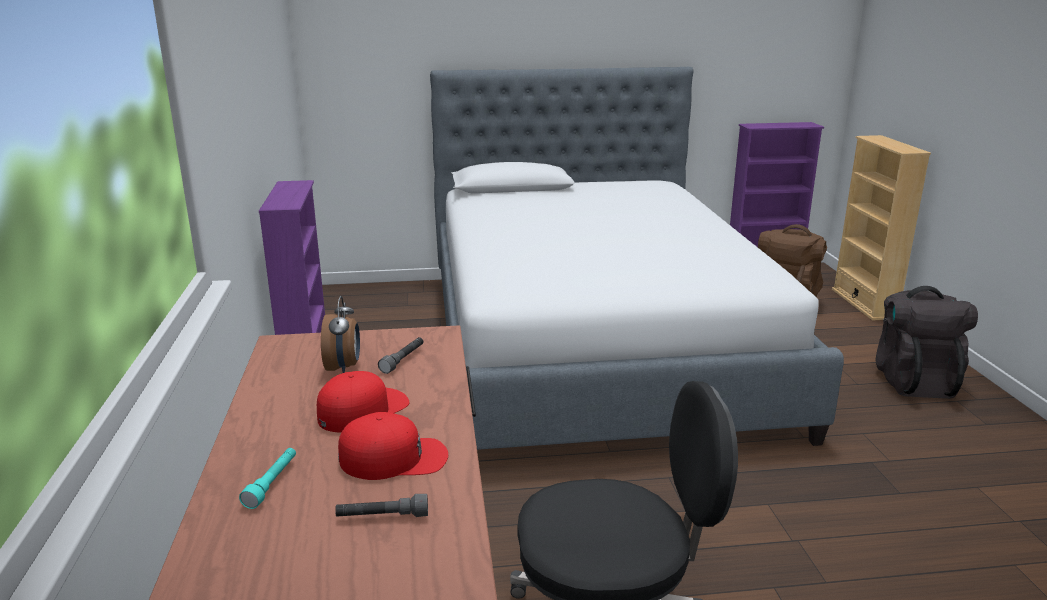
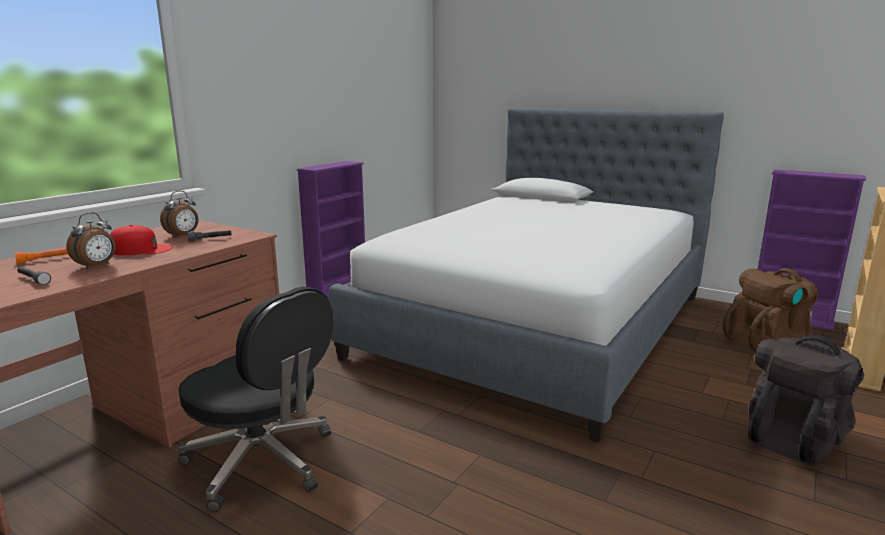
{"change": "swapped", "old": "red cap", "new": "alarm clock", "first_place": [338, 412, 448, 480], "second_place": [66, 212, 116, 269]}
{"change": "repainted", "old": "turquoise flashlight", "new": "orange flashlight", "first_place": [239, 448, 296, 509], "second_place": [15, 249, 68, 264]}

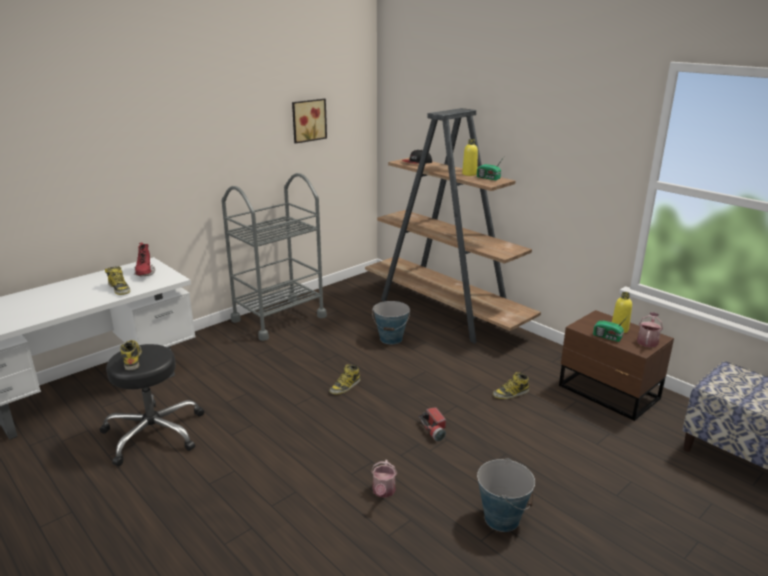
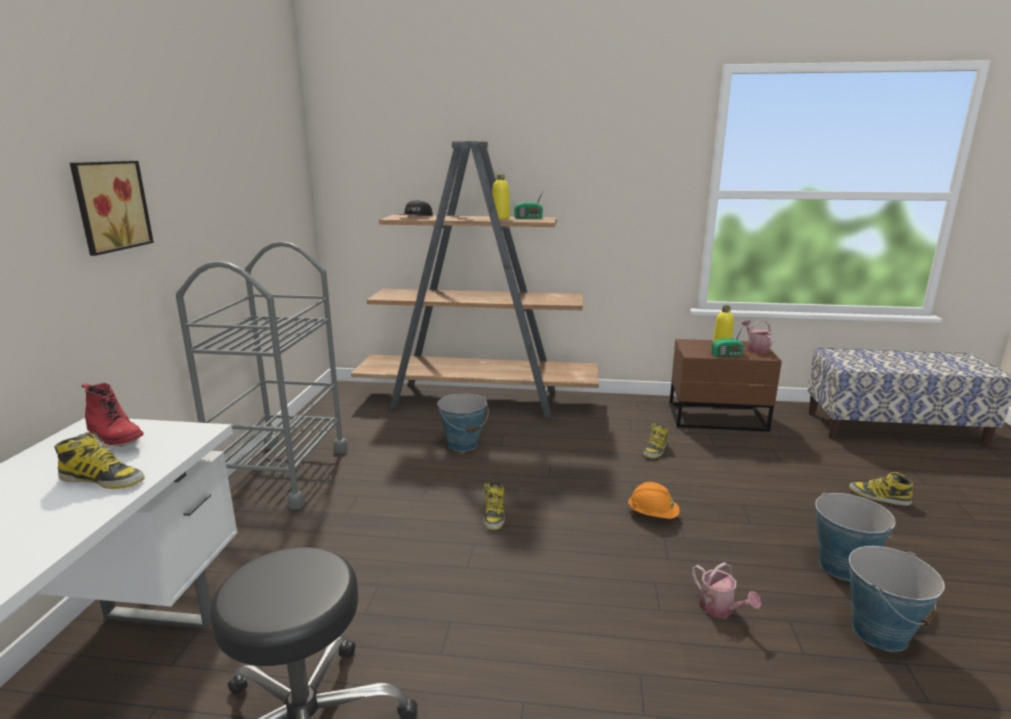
{"change": "shifted", "old": "picture", "first_place": [292, 99, 327, 143], "second_place": [70, 161, 154, 256]}
{"change": "shifted", "old": "boot", "first_place": [120, 340, 142, 370], "second_place": [849, 472, 913, 506]}
{"change": "swapped", "old": "flashlight", "new": "orange hard hat", "first_place": [418, 407, 446, 442], "second_place": [627, 482, 680, 519]}
{"change": "new", "new": "bucket", "second_place": [849, 546, 945, 652]}

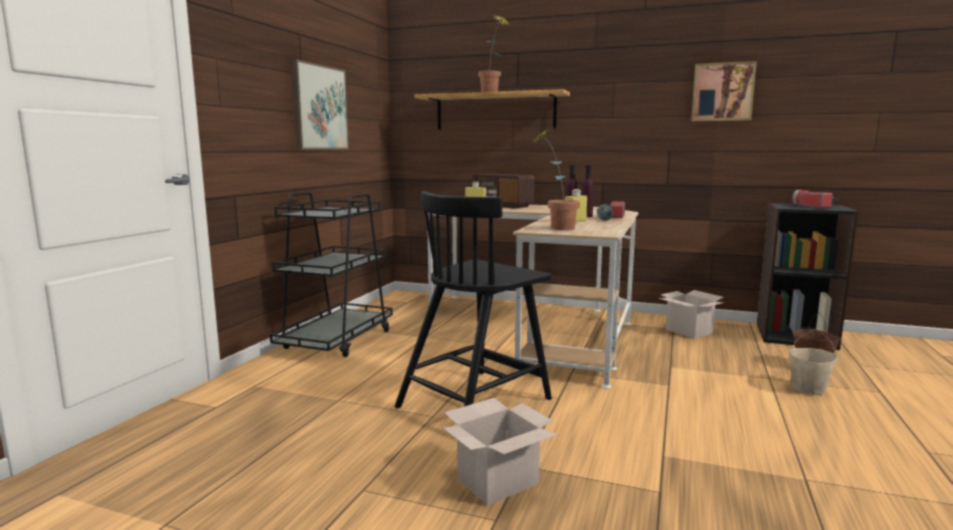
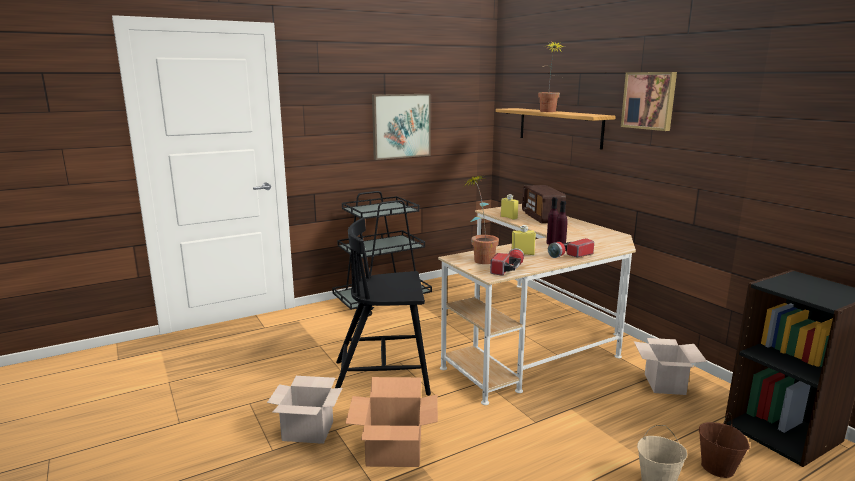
{"change": "shifted", "old": "picture", "first_place": [691, 61, 757, 121], "second_place": [621, 72, 677, 131]}
{"change": "shifted", "old": "flashlight", "first_place": [792, 190, 839, 208], "second_place": [490, 248, 524, 276]}
{"change": "new", "new": "cardboard box", "second_place": [345, 377, 438, 467]}

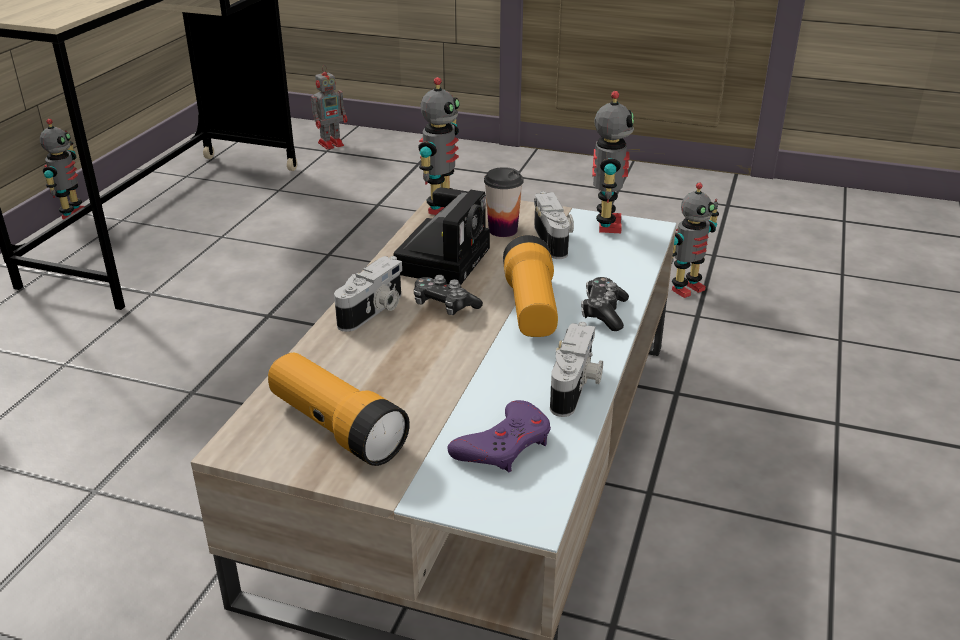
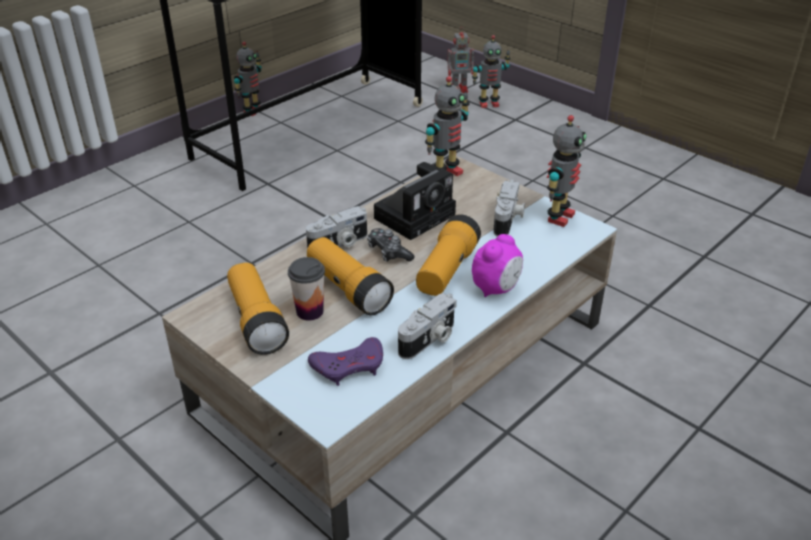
{"change": "shifted", "old": "cup", "first_place": [484, 167, 524, 237], "second_place": [288, 257, 325, 321]}
{"change": "shifted", "old": "toy robot", "first_place": [672, 183, 719, 298], "second_place": [472, 35, 511, 108]}
{"change": "swapped", "old": "game controller", "new": "alarm clock", "first_place": [581, 277, 629, 331], "second_place": [472, 234, 523, 297]}
{"change": "new", "new": "flashlight", "second_place": [307, 237, 394, 315]}

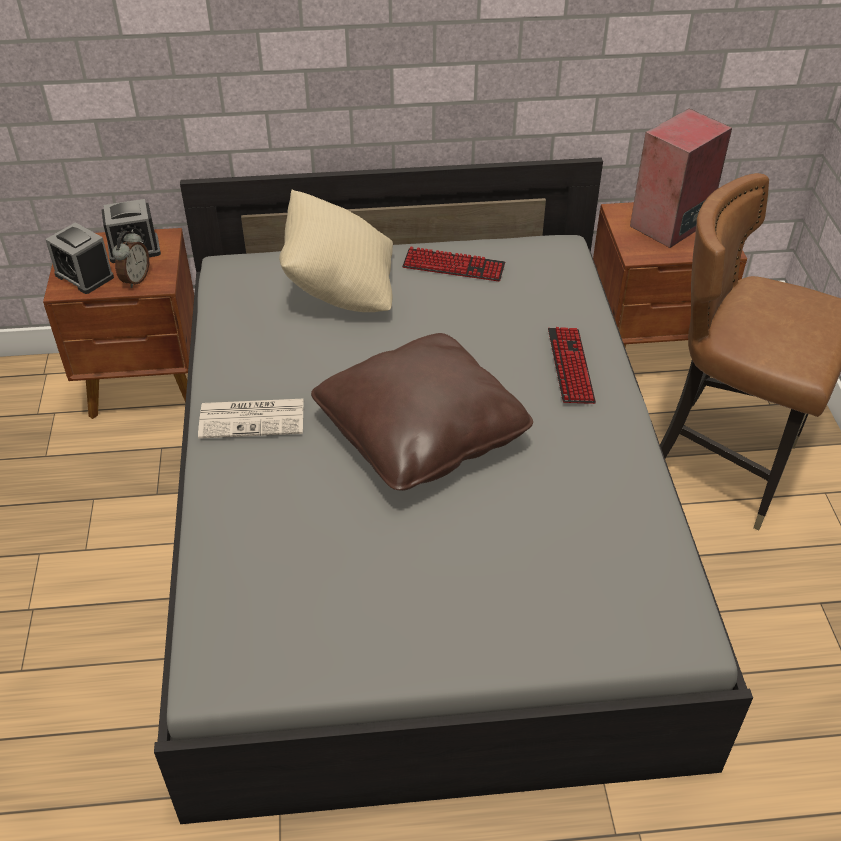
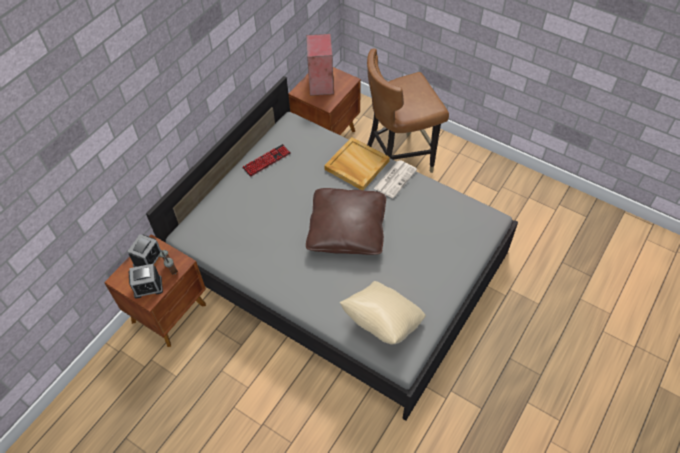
{"change": "shifted", "old": "beige pillow", "first_place": [279, 190, 393, 312], "second_place": [340, 281, 426, 344]}
{"change": "swapped", "old": "keyboard", "new": "beige tray", "first_place": [548, 327, 596, 404], "second_place": [324, 137, 390, 190]}
{"change": "shifted", "old": "newspaper", "first_place": [198, 399, 303, 439], "second_place": [374, 160, 417, 198]}

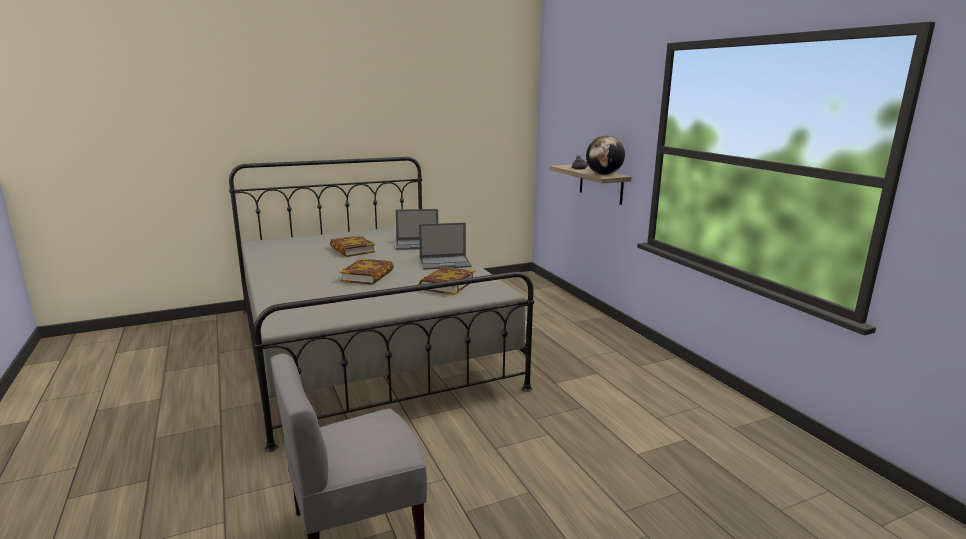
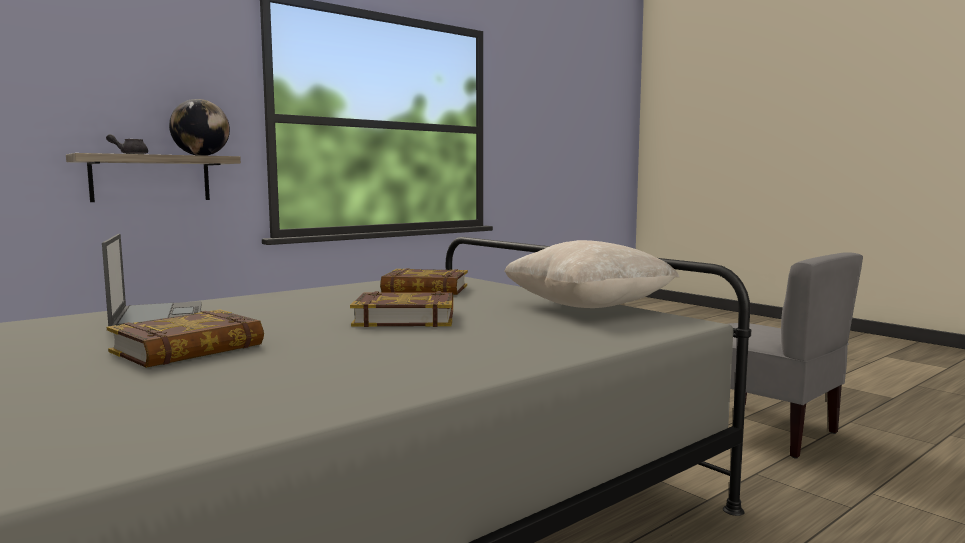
{"change": "gone", "old": "laptop", "first_place": [419, 223, 472, 270]}
{"change": "new", "new": "beige pillow", "second_place": [504, 240, 679, 308]}

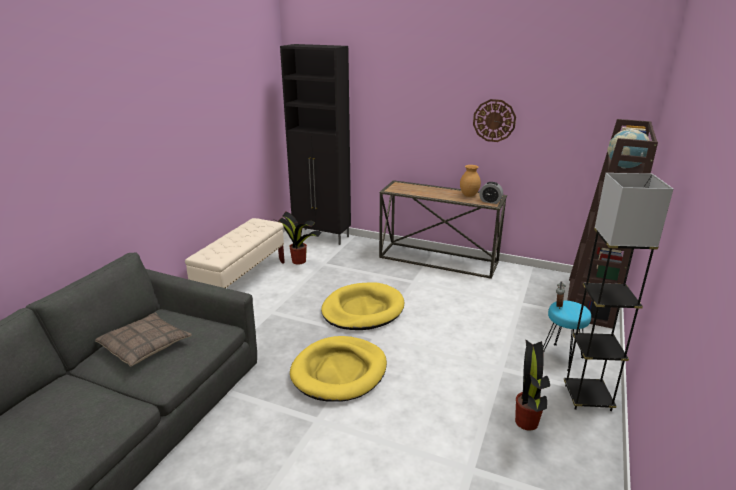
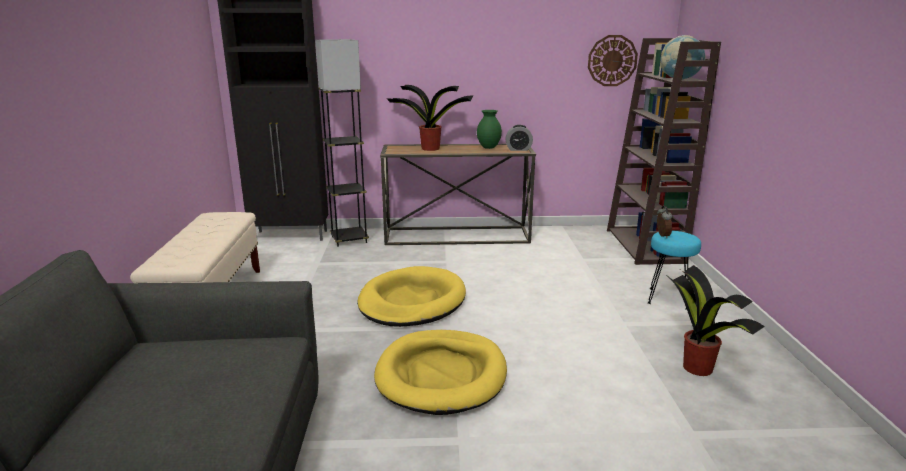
{"change": "shifted", "old": "wall clock", "first_place": [473, 99, 516, 142], "second_place": [588, 35, 638, 86]}
{"change": "repainted", "old": "brown vase", "new": "green vase", "first_place": [460, 165, 481, 197], "second_place": [477, 110, 502, 149]}
{"change": "shifted", "old": "grey floor lamp", "first_place": [564, 173, 673, 411], "second_place": [315, 39, 369, 247]}
{"change": "shifted", "old": "potted plant", "first_place": [277, 212, 322, 265], "second_place": [386, 85, 473, 151]}
{"change": "gone", "old": "pillow", "first_place": [95, 312, 192, 367]}

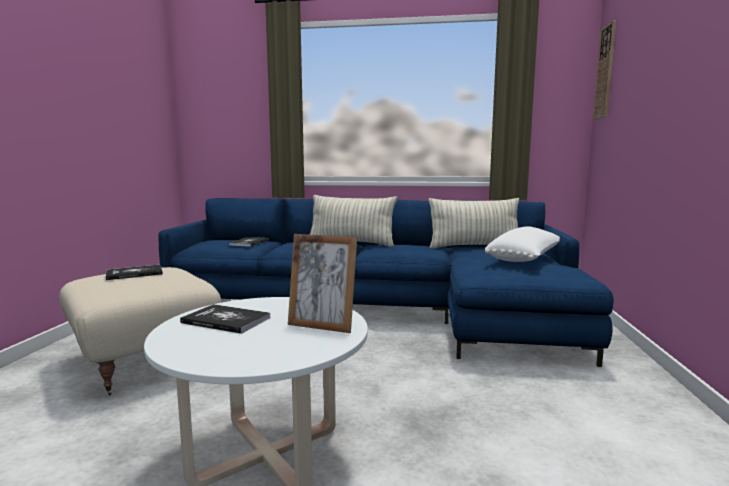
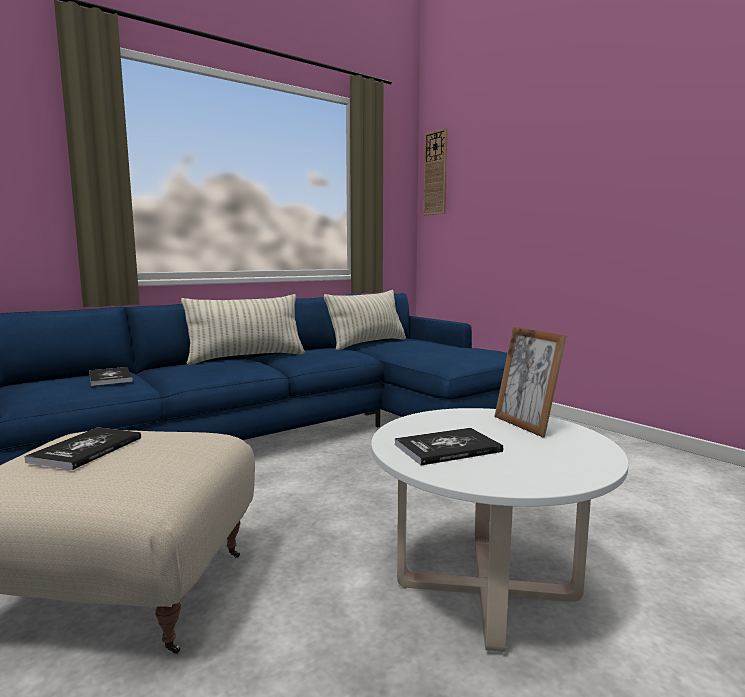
{"change": "gone", "old": "white pillow", "first_place": [485, 226, 560, 262]}
{"change": "rotated", "old": "picture frame", "first_place": [288, 234, 357, 333], "second_place": [494, 326, 567, 438], "degrees": 90}

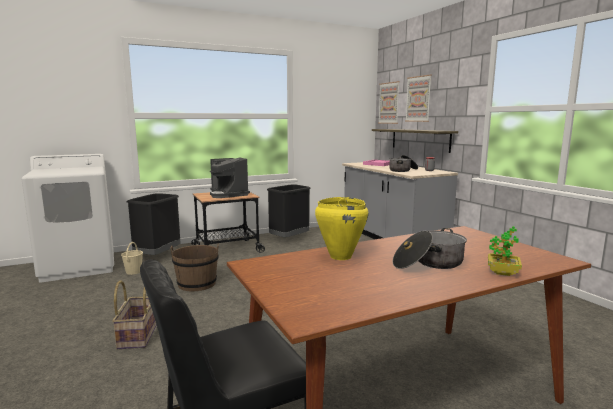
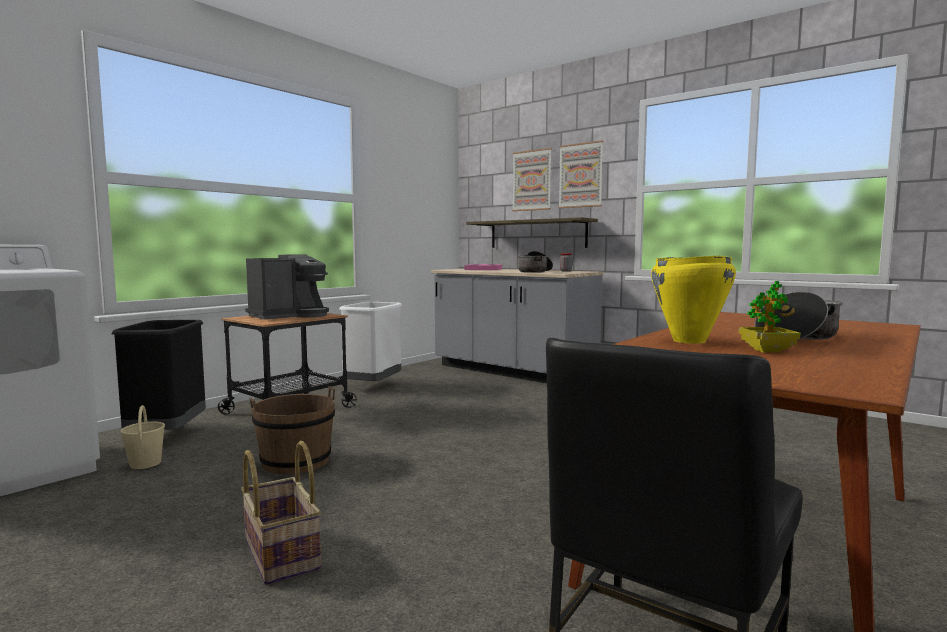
{"change": "shifted", "old": "picture", "first_place": [379, 81, 400, 124], "second_place": [558, 140, 604, 208]}
{"change": "rotated", "old": "coffee machine", "first_place": [210, 157, 250, 198], "second_place": [245, 254, 329, 320], "degrees": -75}
{"change": "repainted", "old": "black trash can", "new": "white trash can", "first_place": [267, 184, 311, 237], "second_place": [339, 302, 402, 381]}
{"change": "shifted", "old": "potted plant", "first_place": [488, 226, 522, 276], "second_place": [739, 281, 801, 353]}

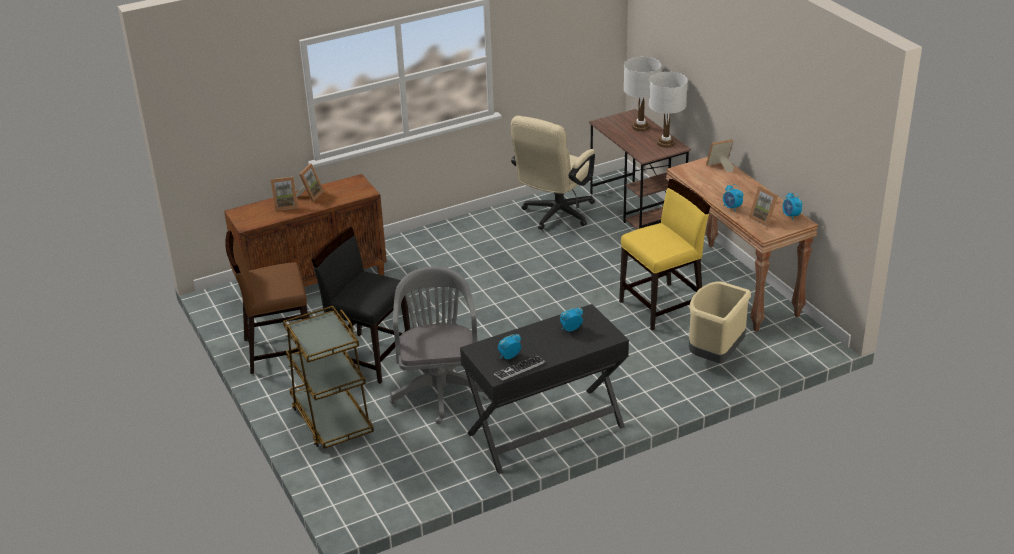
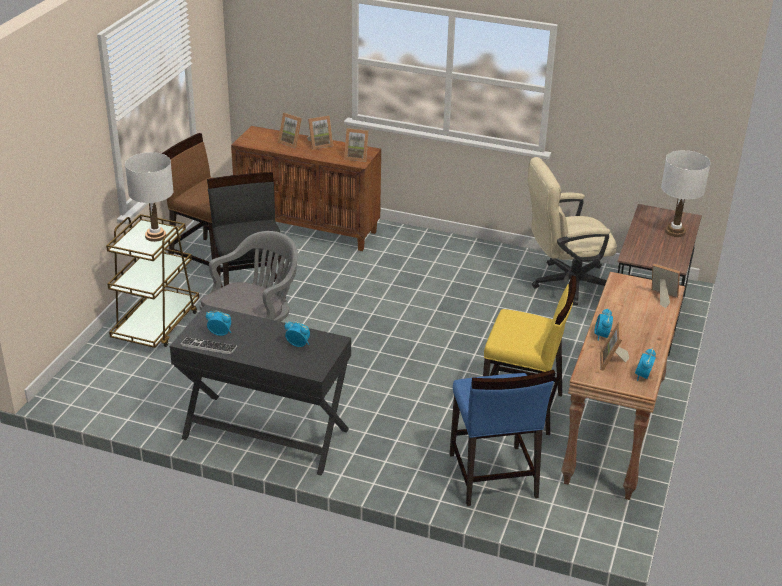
{"change": "shifted", "old": "white table lamp", "first_place": [649, 72, 688, 148], "second_place": [125, 152, 174, 242]}
{"change": "swapped", "old": "beige trash can", "new": "blue chair", "first_place": [689, 281, 751, 364], "second_place": [450, 370, 555, 506]}
{"change": "new", "new": "picture frame", "second_place": [344, 128, 369, 162]}

